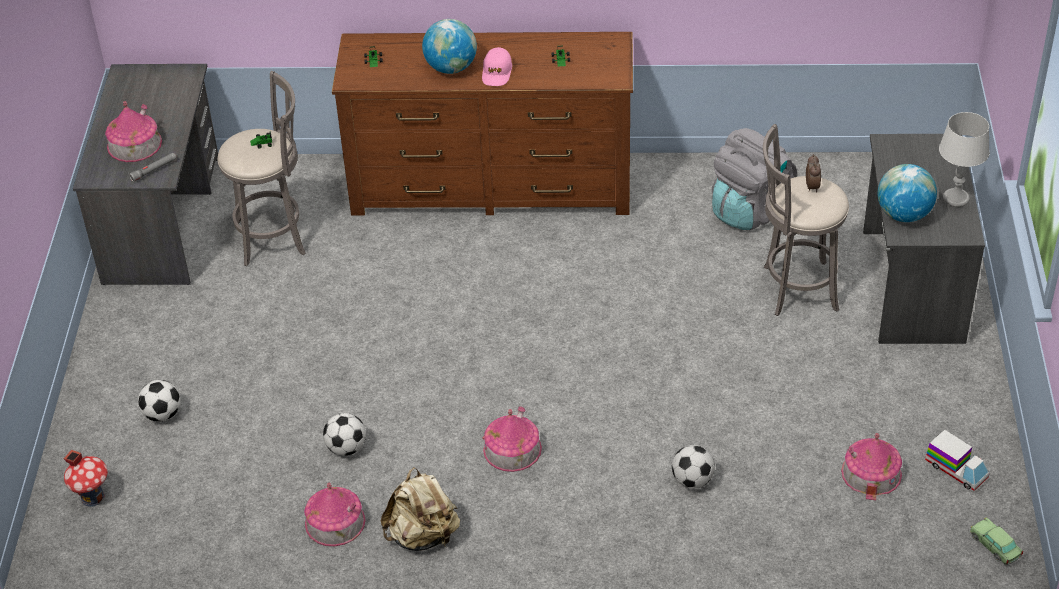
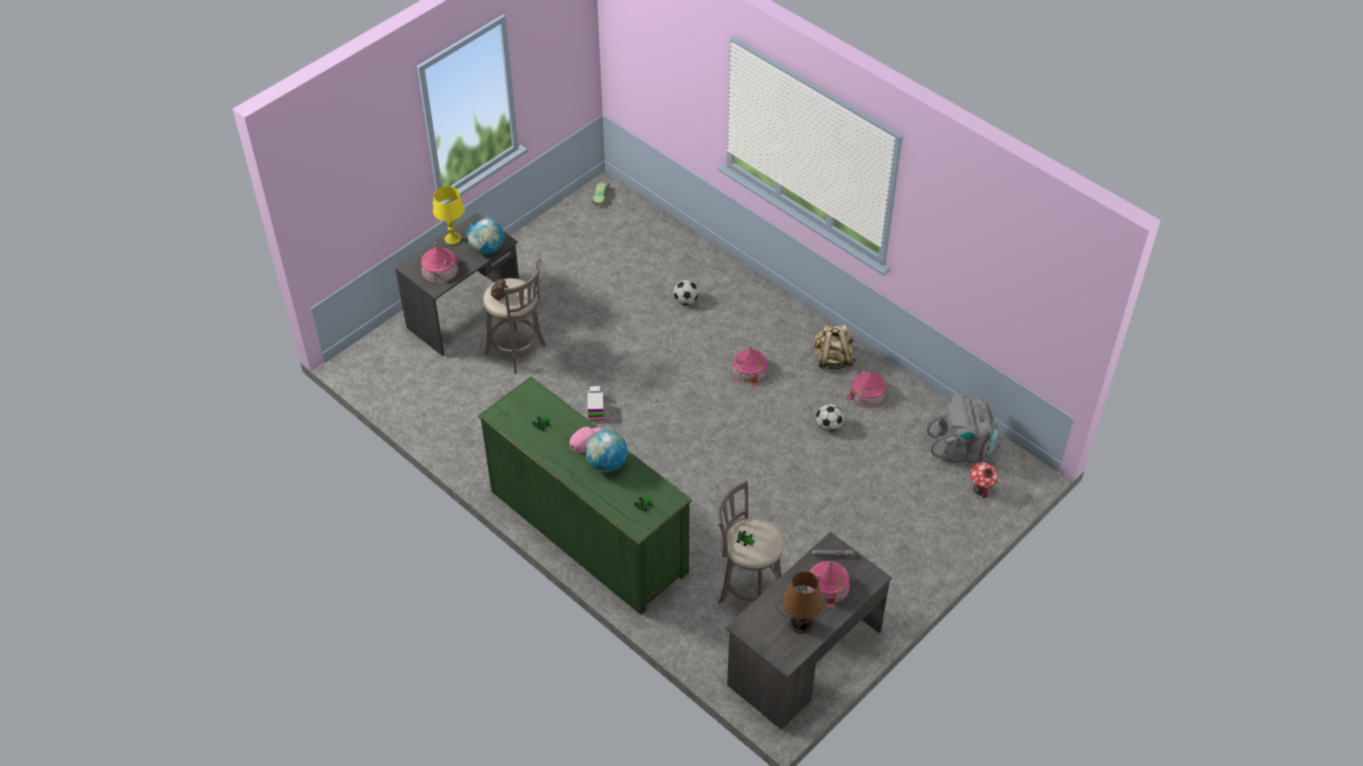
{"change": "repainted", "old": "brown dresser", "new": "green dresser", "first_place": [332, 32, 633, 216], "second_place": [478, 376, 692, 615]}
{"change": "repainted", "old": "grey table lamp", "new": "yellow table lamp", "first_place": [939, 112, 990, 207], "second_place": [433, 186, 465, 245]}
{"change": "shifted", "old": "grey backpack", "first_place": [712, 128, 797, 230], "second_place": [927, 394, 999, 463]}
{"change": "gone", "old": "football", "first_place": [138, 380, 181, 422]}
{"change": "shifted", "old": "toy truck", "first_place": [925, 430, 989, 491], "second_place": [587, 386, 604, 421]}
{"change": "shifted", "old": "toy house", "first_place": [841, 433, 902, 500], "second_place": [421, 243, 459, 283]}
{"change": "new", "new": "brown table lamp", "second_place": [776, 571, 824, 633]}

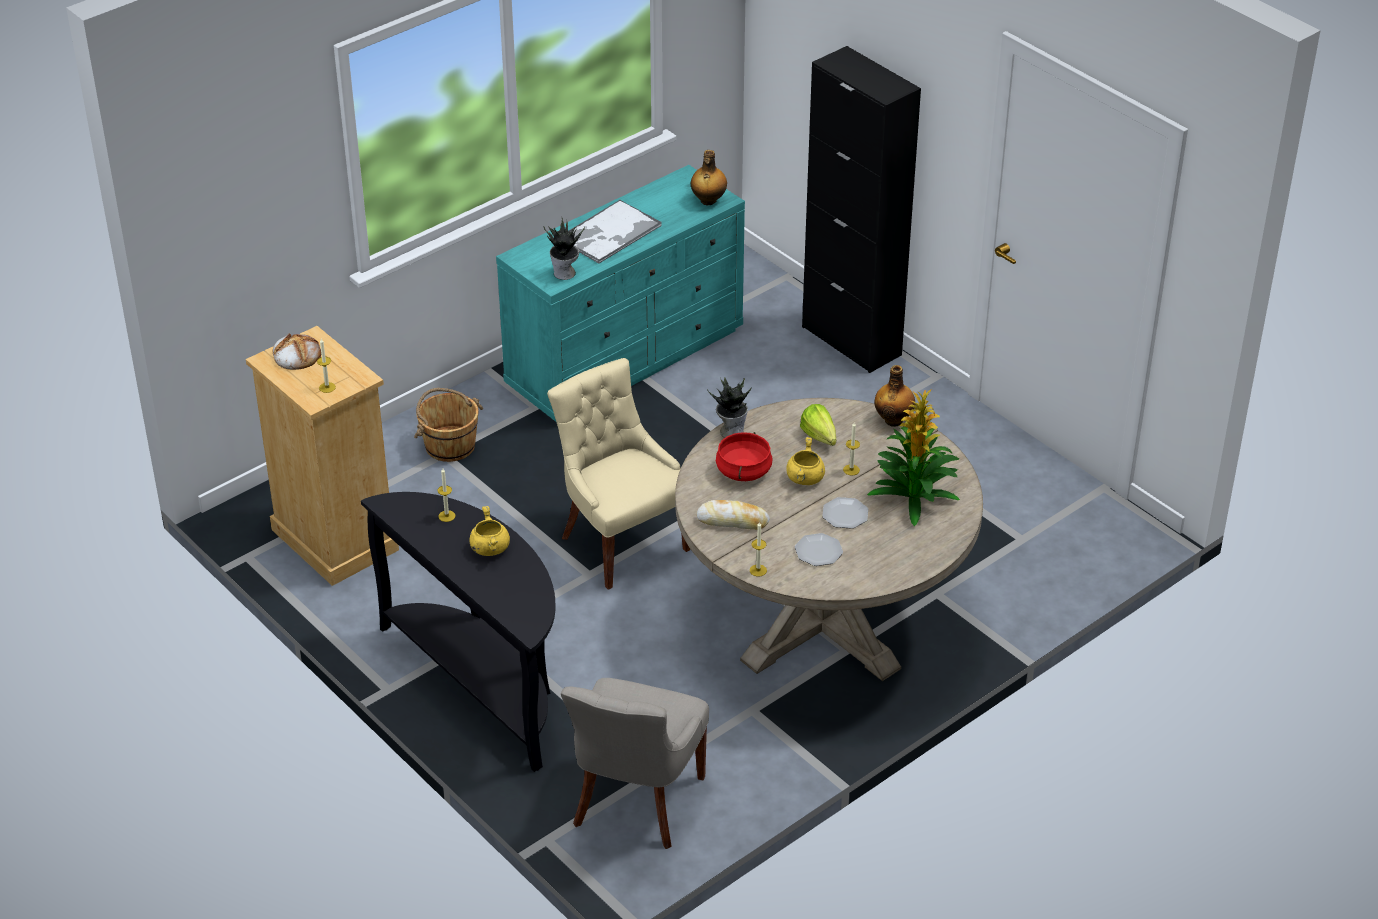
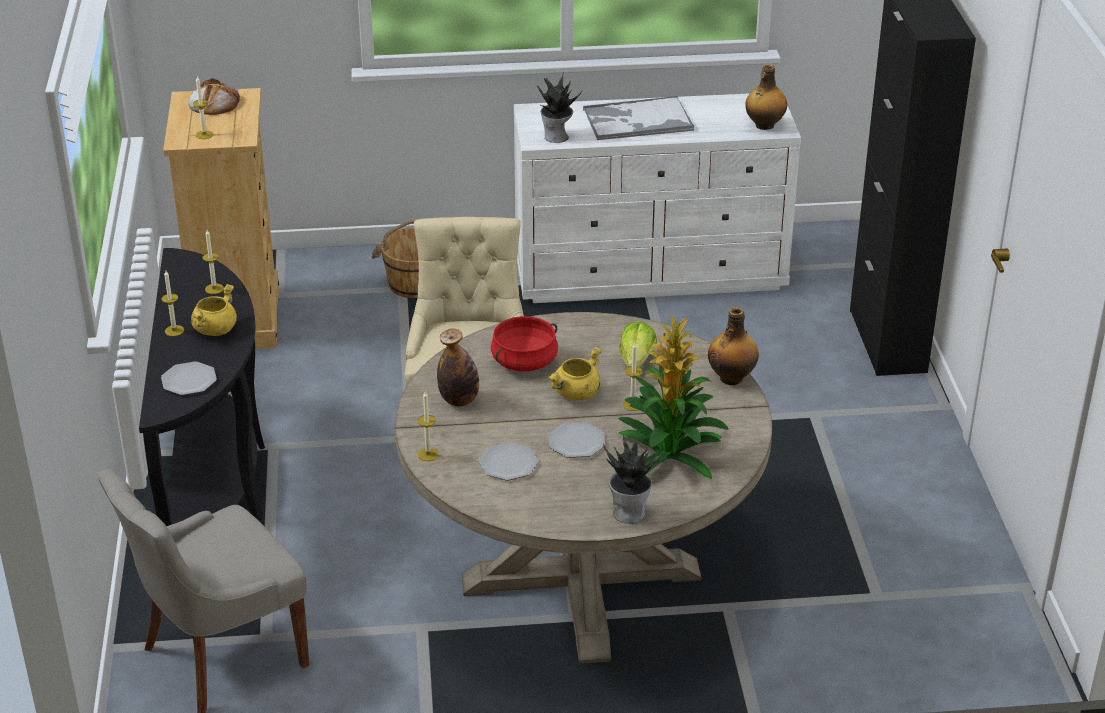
{"change": "repainted", "old": "turquoise dresser", "new": "white dresser", "first_place": [496, 165, 745, 422], "second_place": [514, 93, 801, 303]}
{"change": "shifted", "old": "potted plant", "first_place": [707, 377, 752, 438], "second_place": [603, 435, 665, 524]}
{"change": "swapped", "old": "bread", "new": "bottle", "first_place": [697, 500, 770, 530], "second_place": [437, 329, 479, 406]}
{"change": "new", "new": "candle", "second_place": [161, 271, 184, 336]}
{"change": "new", "new": "plate", "second_place": [161, 362, 217, 395]}

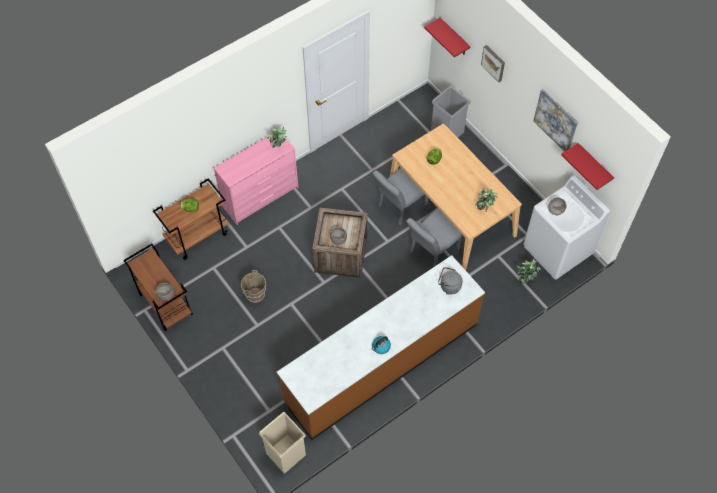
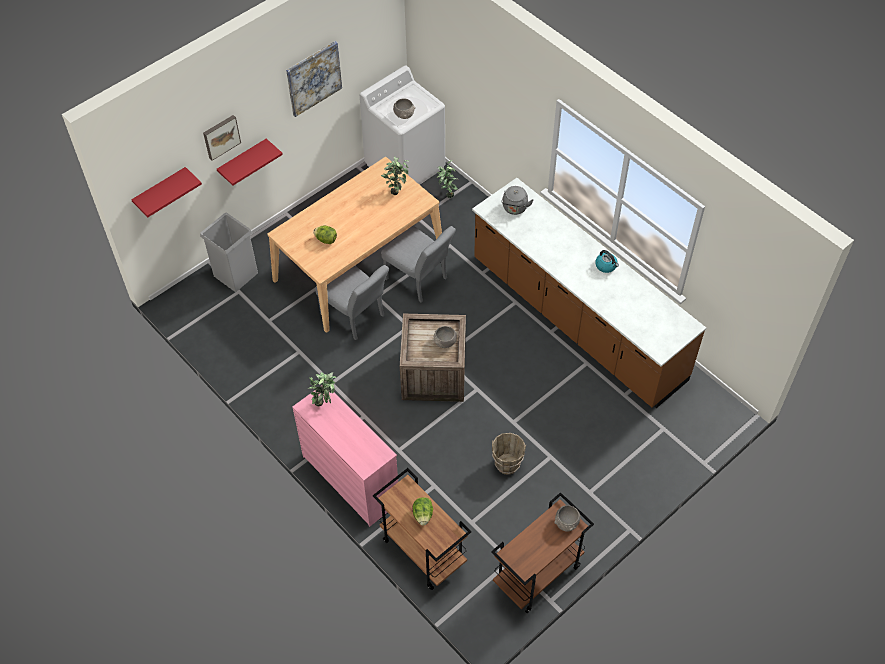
{"change": "shifted", "old": "red shelf", "first_place": [561, 143, 614, 190], "second_place": [217, 139, 283, 186]}
{"change": "gone", "old": "beige trash can", "first_place": [259, 412, 306, 473]}

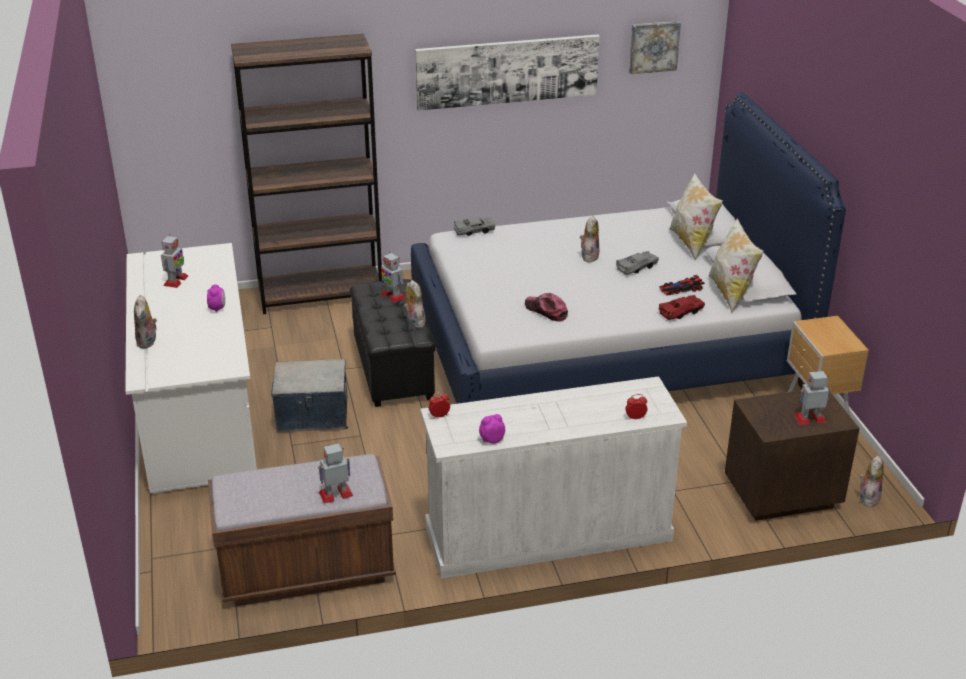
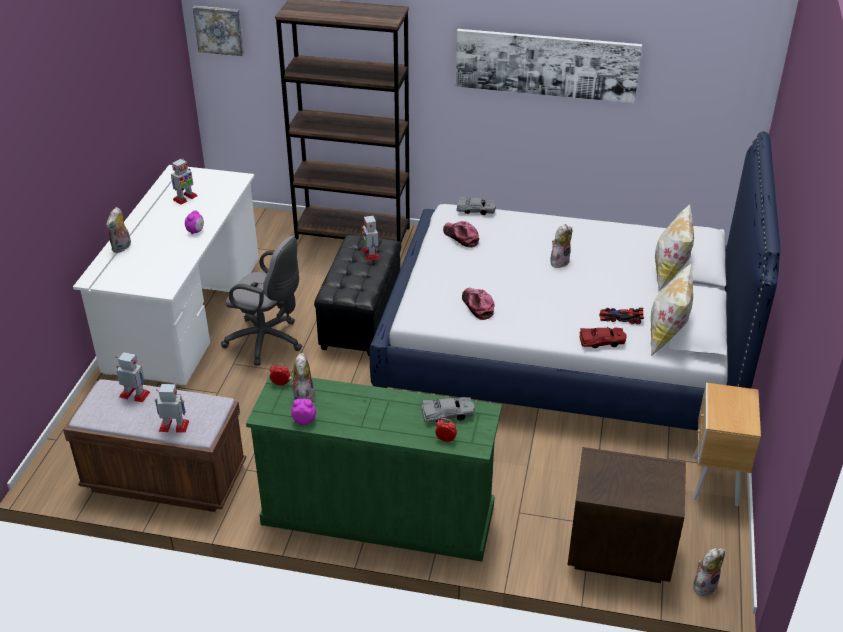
{"change": "shifted", "old": "picture", "first_place": [629, 21, 681, 74], "second_place": [193, 6, 244, 56]}
{"change": "shifted", "old": "grey toy car", "first_place": [616, 251, 659, 275], "second_place": [422, 397, 475, 422]}
{"change": "shifted", "old": "plush toy", "first_place": [404, 280, 426, 328], "second_place": [289, 353, 315, 402]}
{"change": "swapped", "old": "storage box", "new": "grey office chair", "first_place": [271, 359, 348, 432], "second_place": [221, 236, 302, 366]}
{"change": "shifted", "old": "toy robot", "first_place": [794, 371, 831, 425], "second_place": [116, 352, 150, 402]}
{"change": "repainted", "old": "white dresser", "new": "green dresser", "first_place": [420, 376, 687, 579], "second_place": [246, 375, 502, 562]}
{"change": "new", "new": "cap", "second_place": [443, 221, 479, 248]}

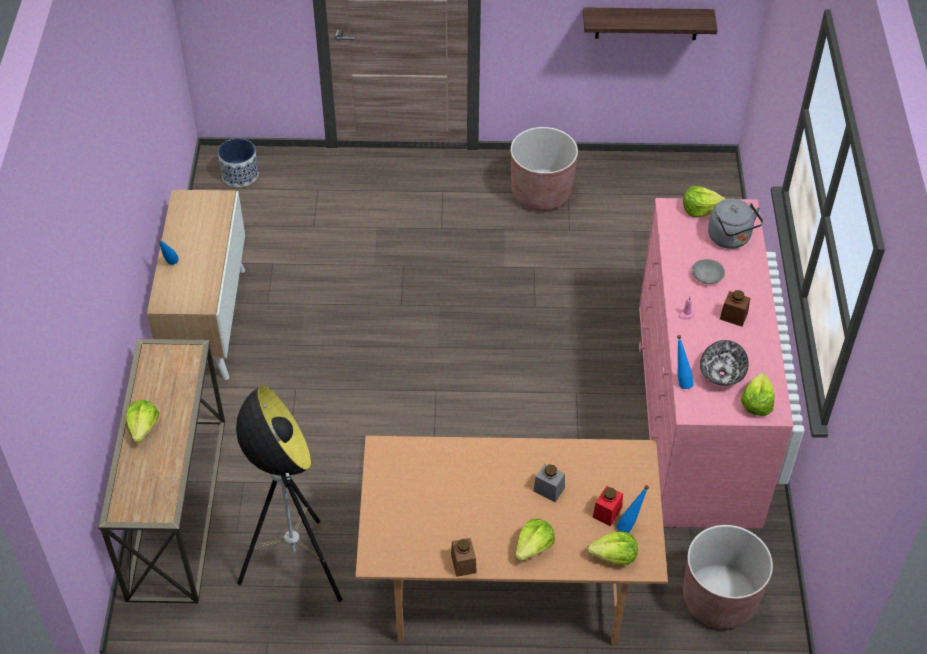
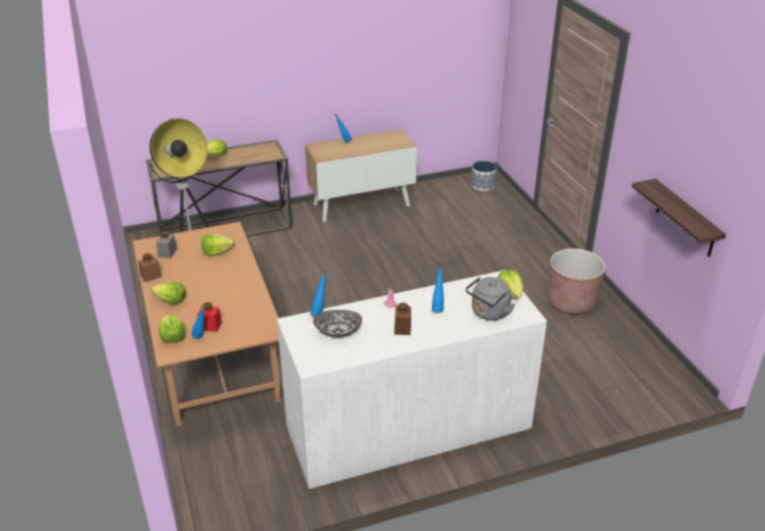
{"change": "repainted", "old": "pink dresser", "new": "white dresser", "first_place": [639, 198, 793, 528], "second_place": [277, 270, 547, 489]}
{"change": "swapped", "old": "grey bowl", "new": "blue bottle", "first_place": [692, 259, 725, 284], "second_place": [432, 264, 444, 312]}
{"change": "shifted", "old": "lettuce", "first_place": [741, 373, 775, 416], "second_place": [201, 234, 234, 256]}
{"change": "shifted", "old": "grey jar", "first_place": [533, 464, 565, 502], "second_place": [156, 231, 177, 258]}
{"change": "gone", "old": "brown planter", "first_place": [683, 525, 773, 629]}

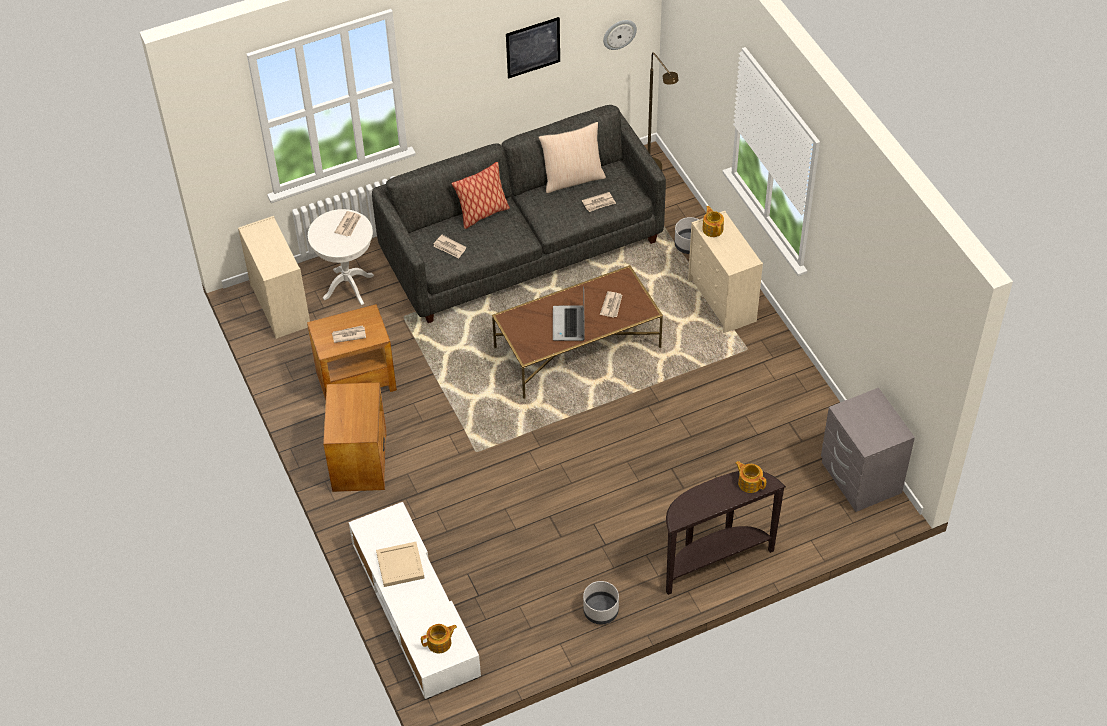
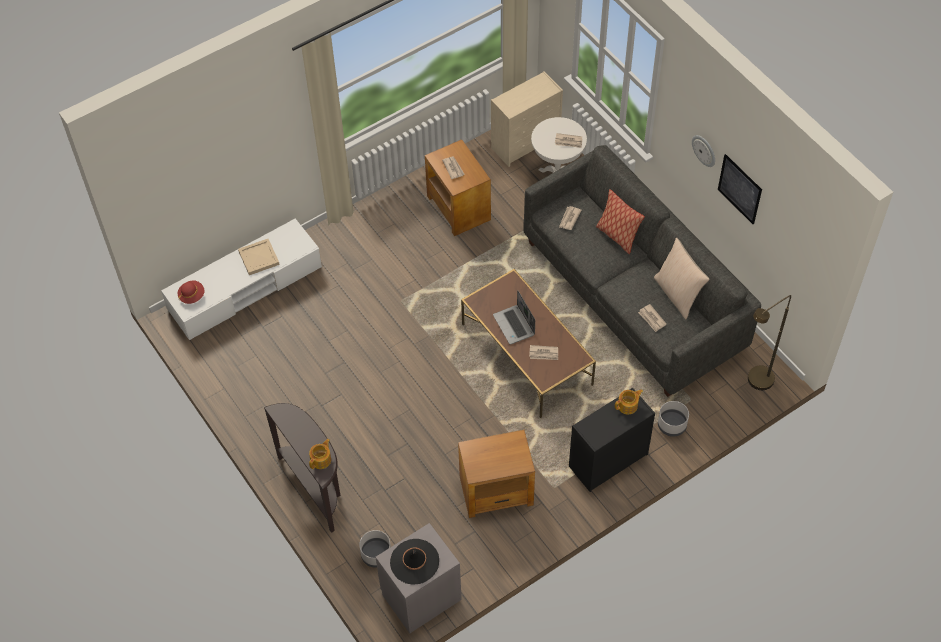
{"change": "shifted", "old": "wall clock", "first_place": [603, 20, 637, 50], "second_place": [692, 135, 715, 167]}
{"change": "repainted", "old": "beige dresser", "new": "black dresser", "first_place": [688, 211, 763, 333], "second_place": [569, 388, 655, 492]}
{"change": "rotated", "old": "laptop", "first_place": [553, 287, 585, 341], "second_place": [493, 290, 535, 345], "degrees": -105}
{"change": "shifted", "old": "brown side table", "first_place": [323, 382, 387, 492], "second_place": [458, 430, 535, 518]}
{"change": "shifted", "old": "grey planter", "first_place": [583, 581, 619, 624], "second_place": [359, 530, 391, 568]}
{"change": "swapped", "old": "teapot", "new": "red hat", "first_place": [421, 624, 457, 653], "second_place": [178, 281, 204, 304]}
{"change": "new", "new": "black hat", "second_place": [390, 539, 439, 584]}

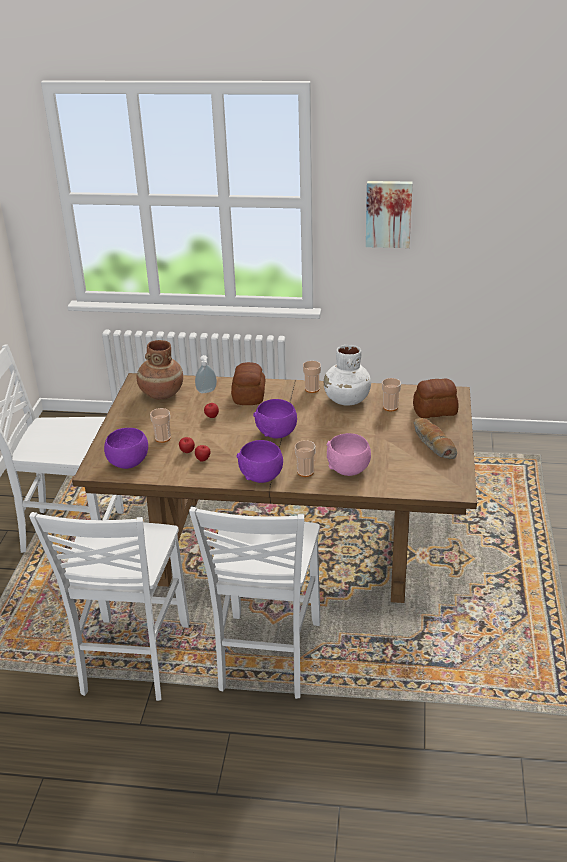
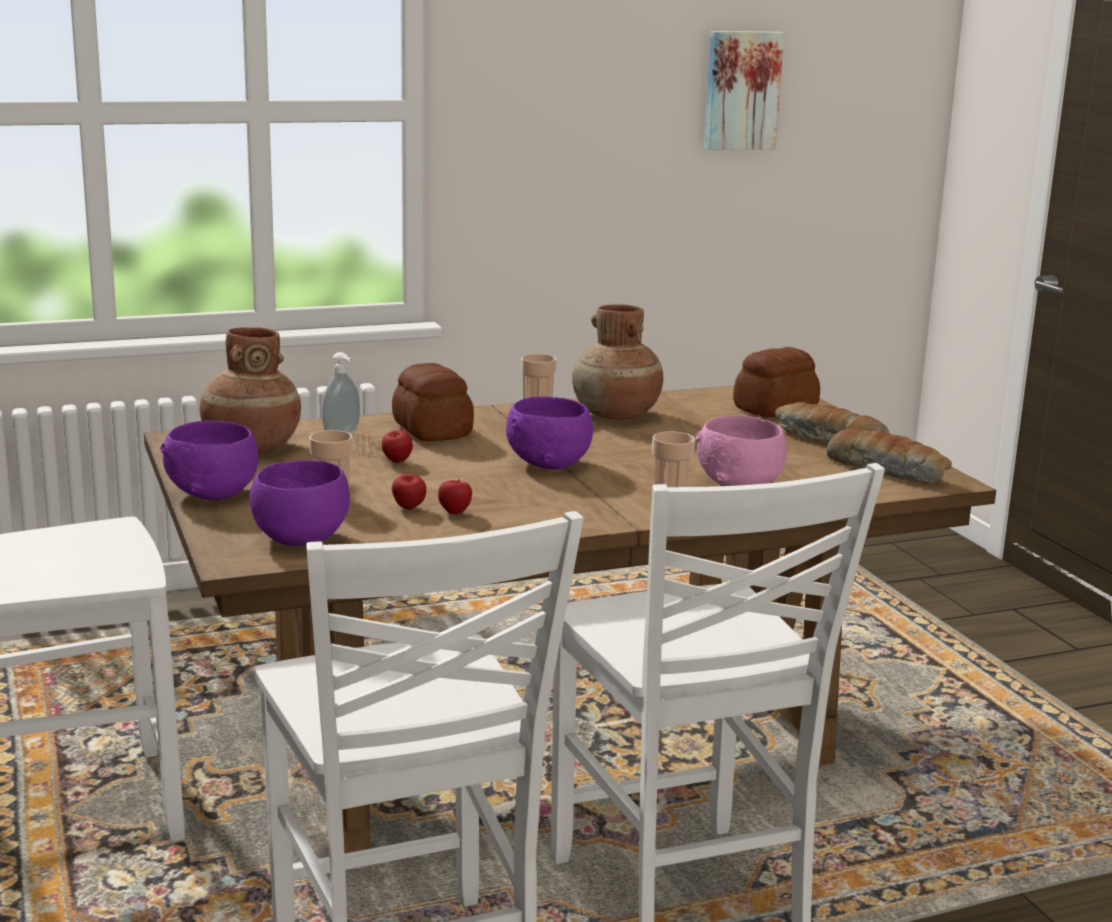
{"change": "shifted", "old": "picture", "first_place": [366, 181, 413, 248], "second_place": [704, 31, 784, 150]}
{"change": "repainted", "old": "white vase", "new": "brown vase", "first_place": [324, 345, 371, 406], "second_place": [572, 304, 663, 420]}
{"change": "gone", "old": "cup", "first_place": [382, 378, 401, 411]}
{"change": "shifted", "old": "purple bowl", "first_place": [236, 440, 283, 483], "second_place": [160, 421, 259, 500]}
{"change": "new", "new": "bread", "second_place": [827, 428, 952, 483]}

